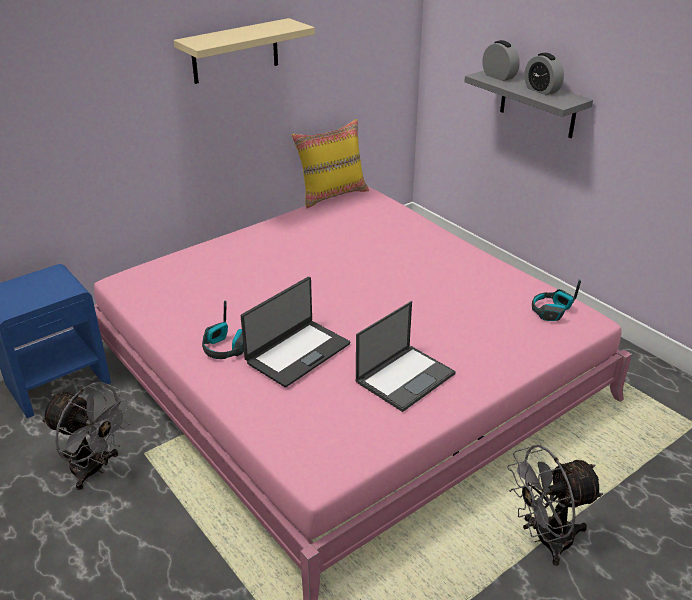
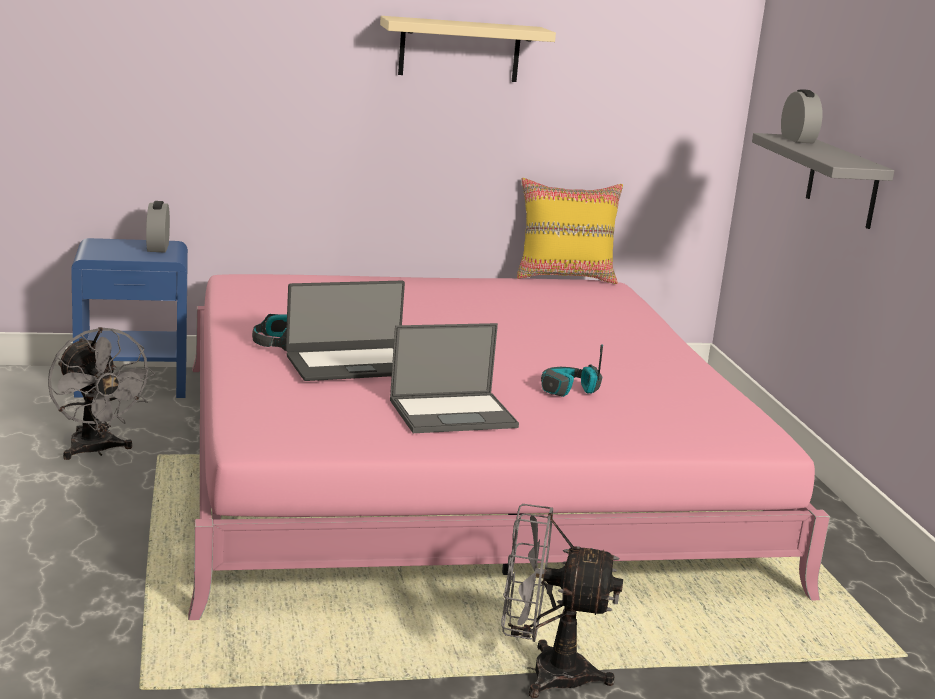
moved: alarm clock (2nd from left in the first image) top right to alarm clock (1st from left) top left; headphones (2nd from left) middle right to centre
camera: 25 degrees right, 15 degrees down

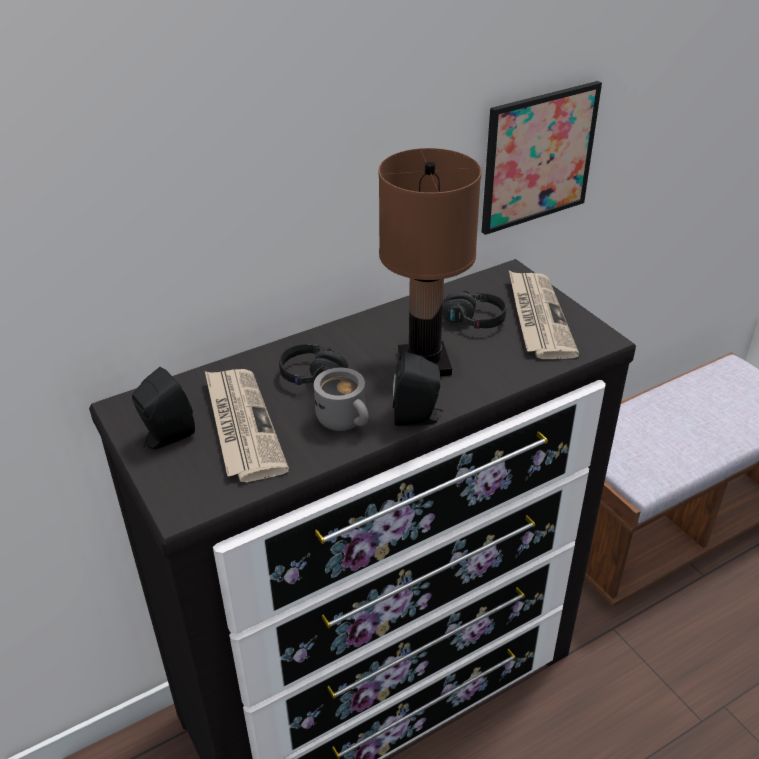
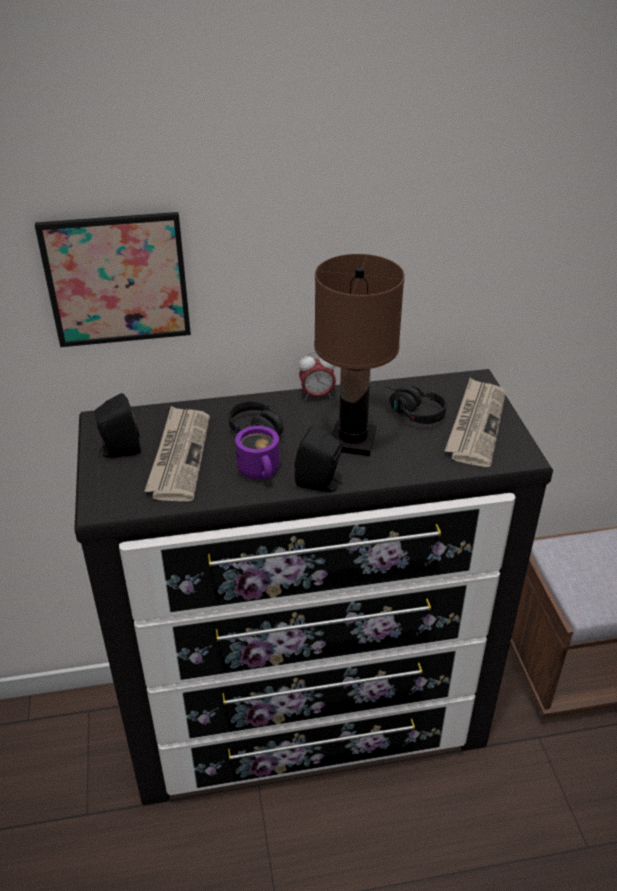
added: alarm clock centre
moved: picture top right to top left
recoloured: grey mug centre to purple mug centre
camera: 20 degrees right, 0 degrees up

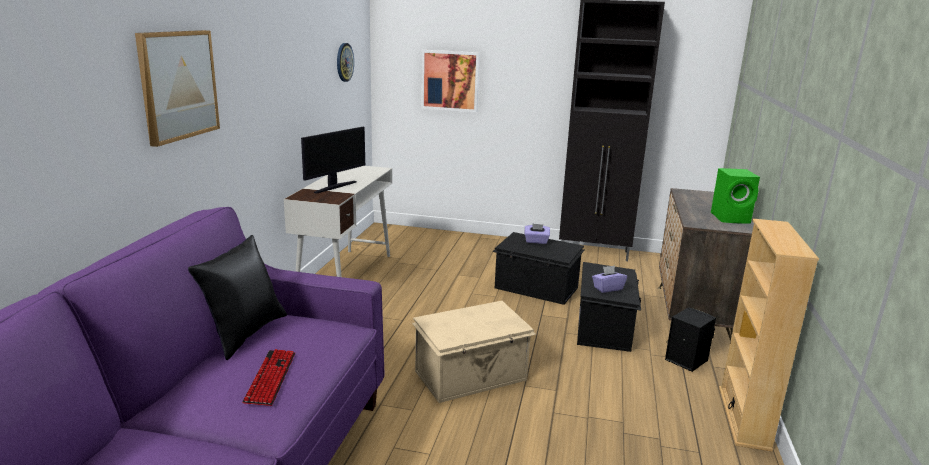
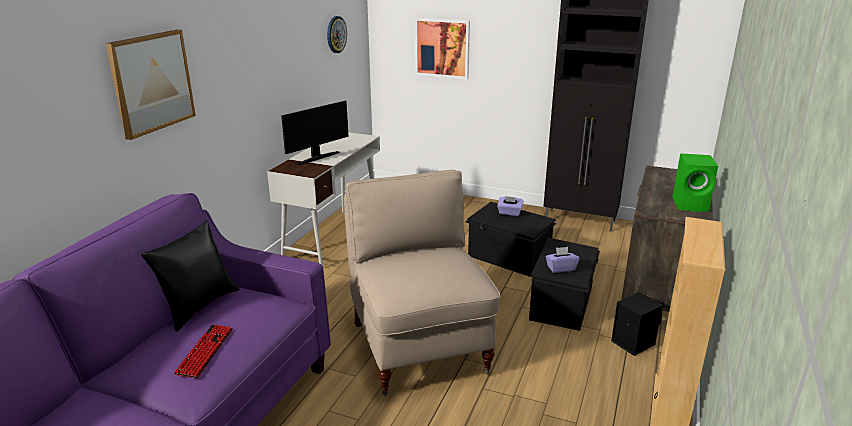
replaced: beige storage box bottom centre to beige chair centre
camera: 10 degrees right, 5 degrees up

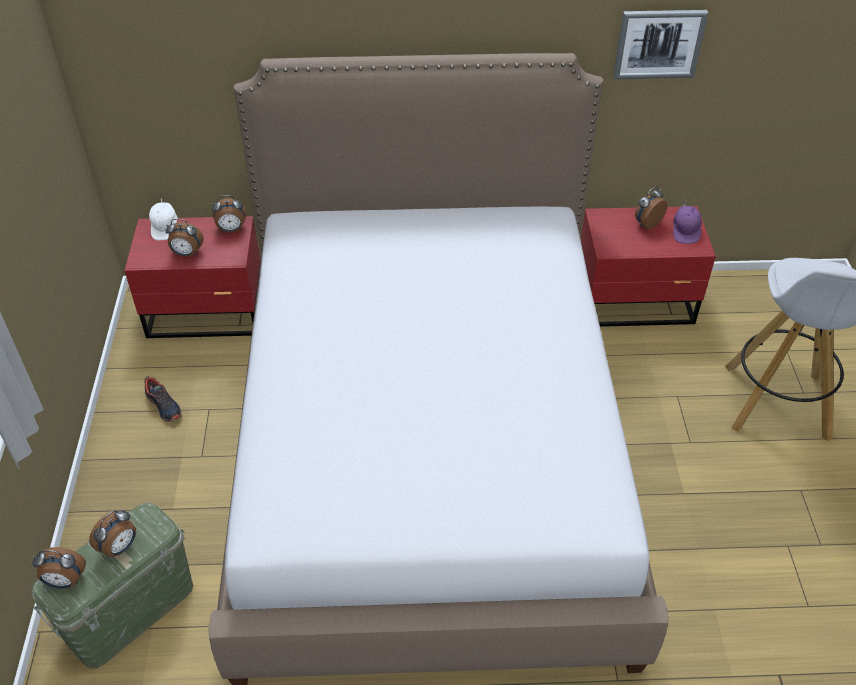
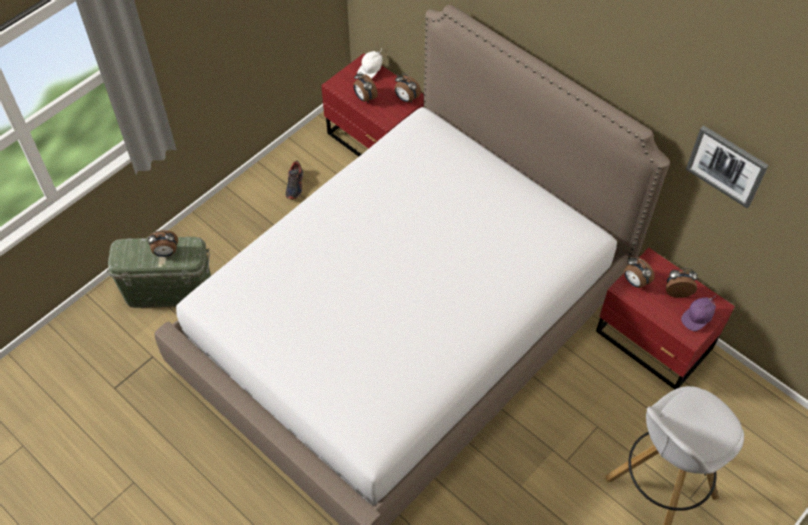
moved: alarm clock (1st from left in the first image) bottom left to alarm clock (4th from left) middle right
camera: 45 degrees right, 10 degrees up

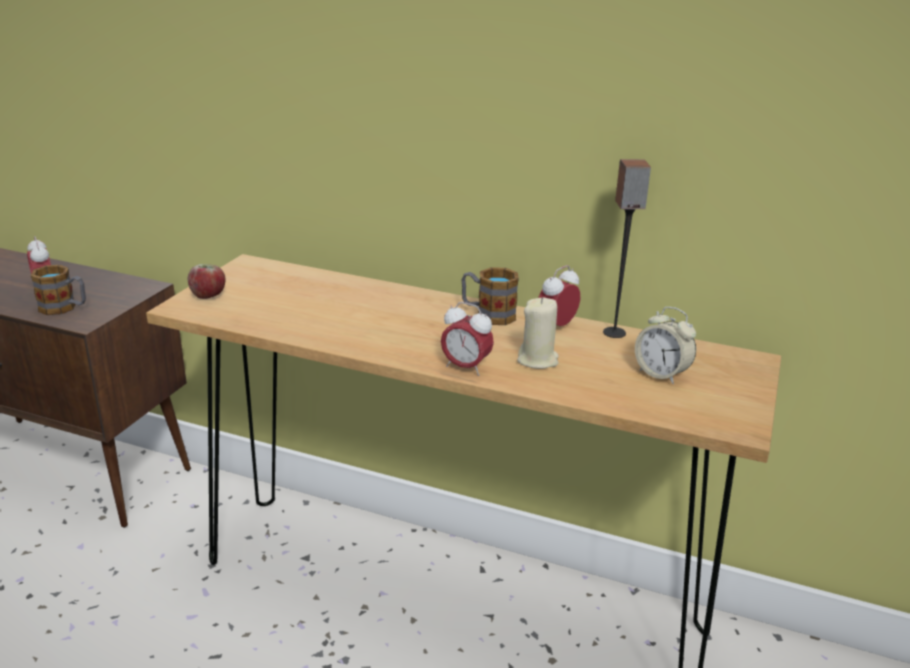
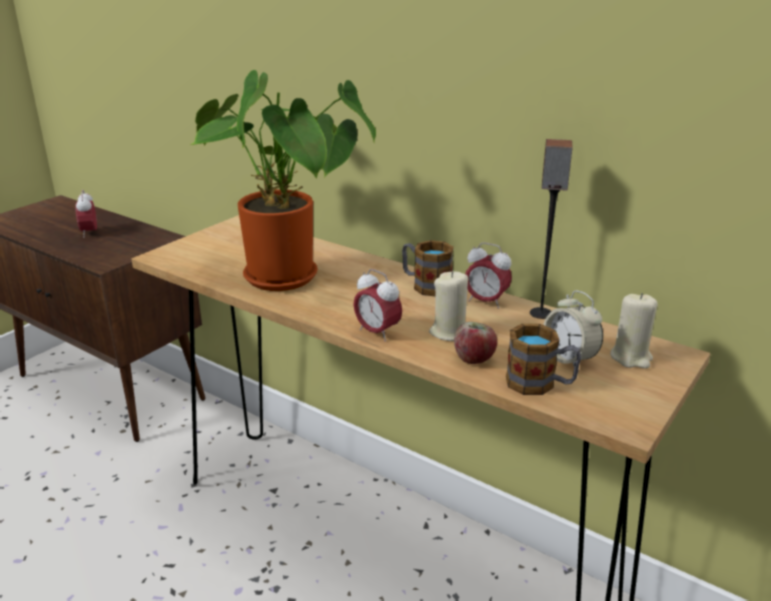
added: potted plant top centre; beige candle (2nd from left) middle right
moved: mug (1st from left in the first image) middle left to mug (2nd from left) middle right; apple middle left to centre
turned: alarm clock (3rd from left) centre = centre 120 degrees counterclockwise
camera: 15 degrees right, 0 degrees up

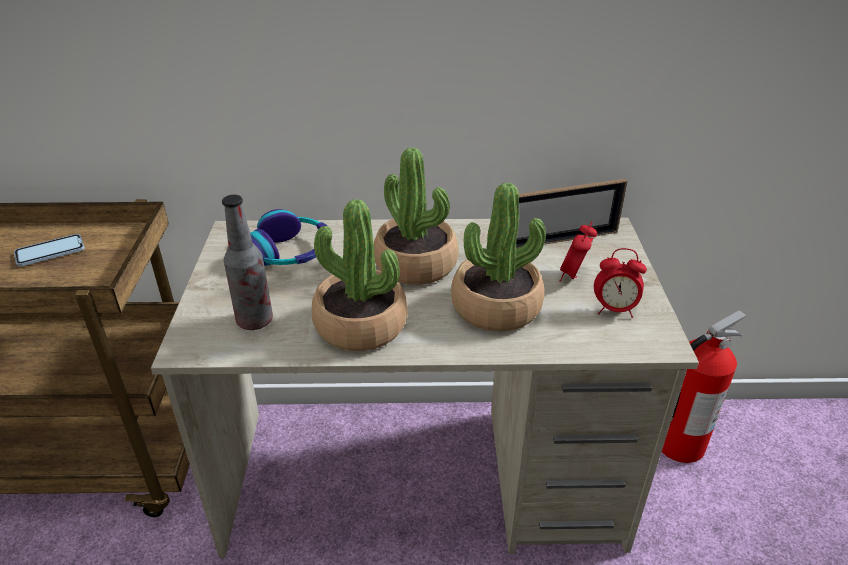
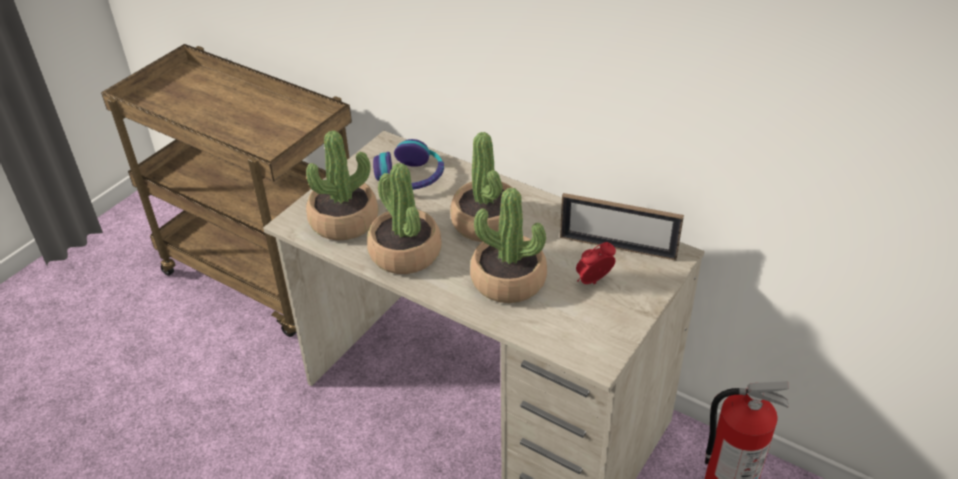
removed: phone middle left; alarm clock (2nd from left) middle right
replaced: bottle middle left to potted plant (1st from left) centre
camera: 35 degrees right, 5 degrees up

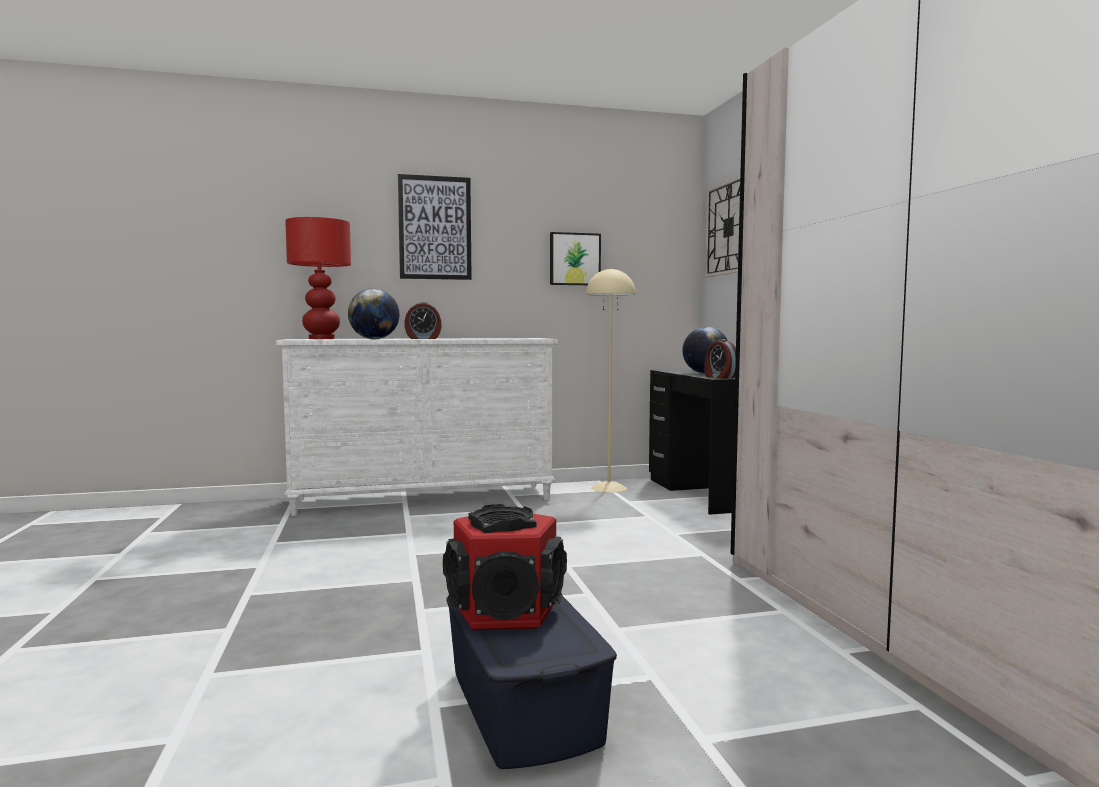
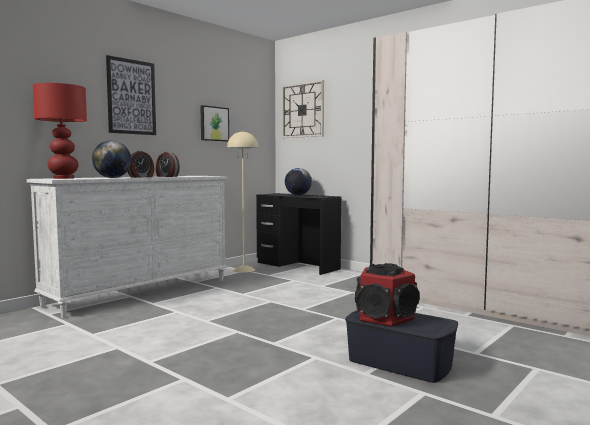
moved: alarm clock (2nd from left) centre to middle left
camera: 35 degrees left, 0 degrees up

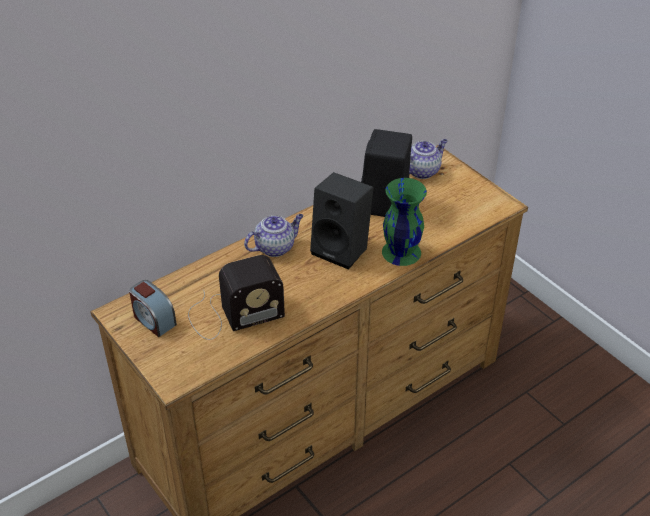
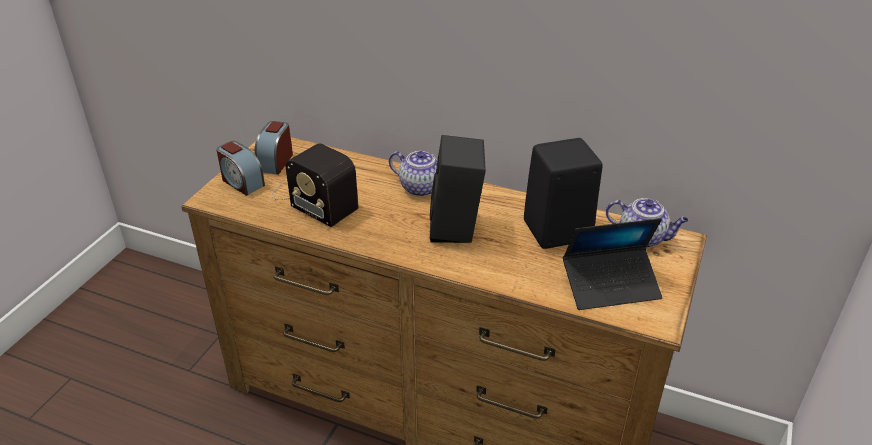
removed: green vase centre
added: alarm clock (1st from left) middle left; laptop middle right
camera: 60 degrees right, 5 degrees down

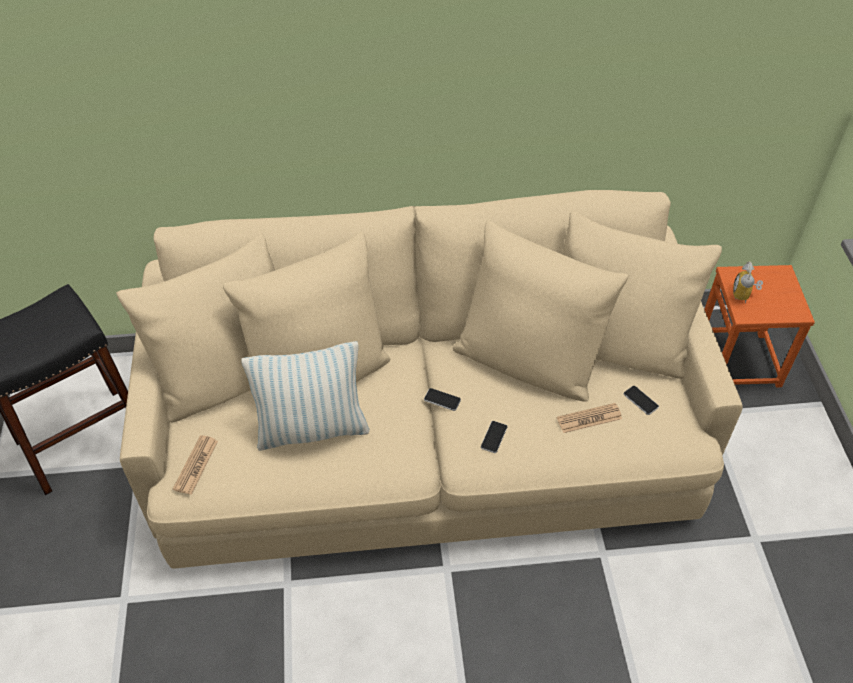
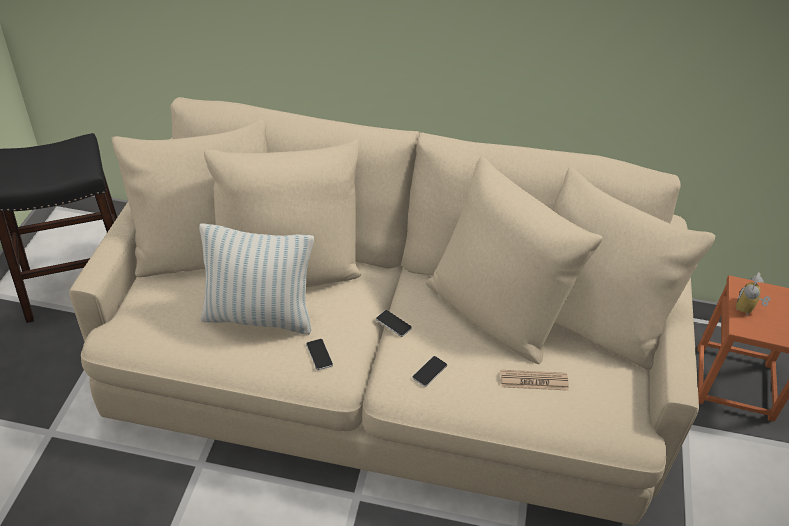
removed: newspaper (1st from left) bottom left
moved: phone (3rd from left in the first image) middle right to phone (1st from left) bottom centre
camera: 15 degrees right, 5 degrees down

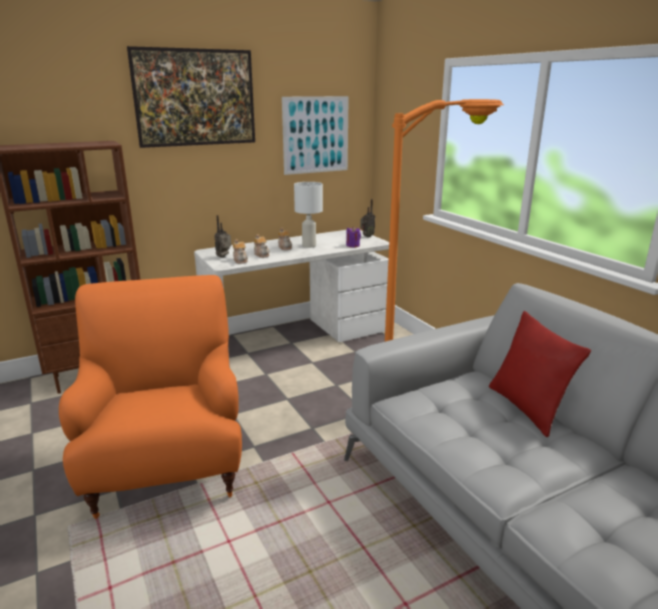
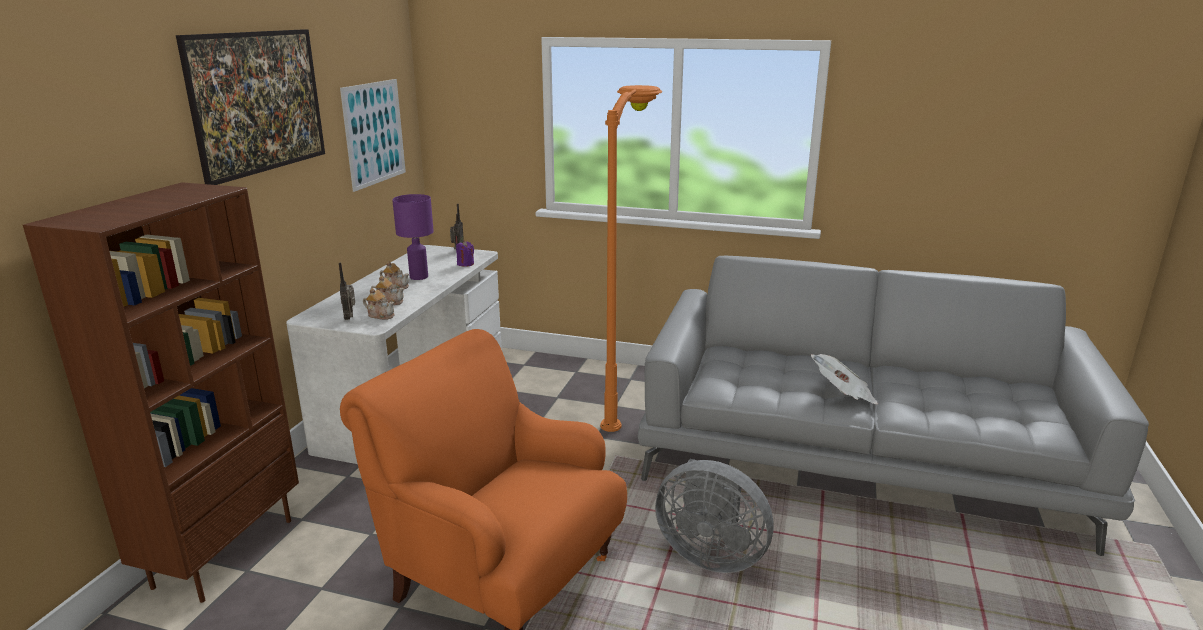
removed: red pillow middle right
added: grey fan bottom centre; newspaper middle right
recoloured: white table lamp centre to purple table lamp centre
camera: 45 degrees left, 0 degrees up

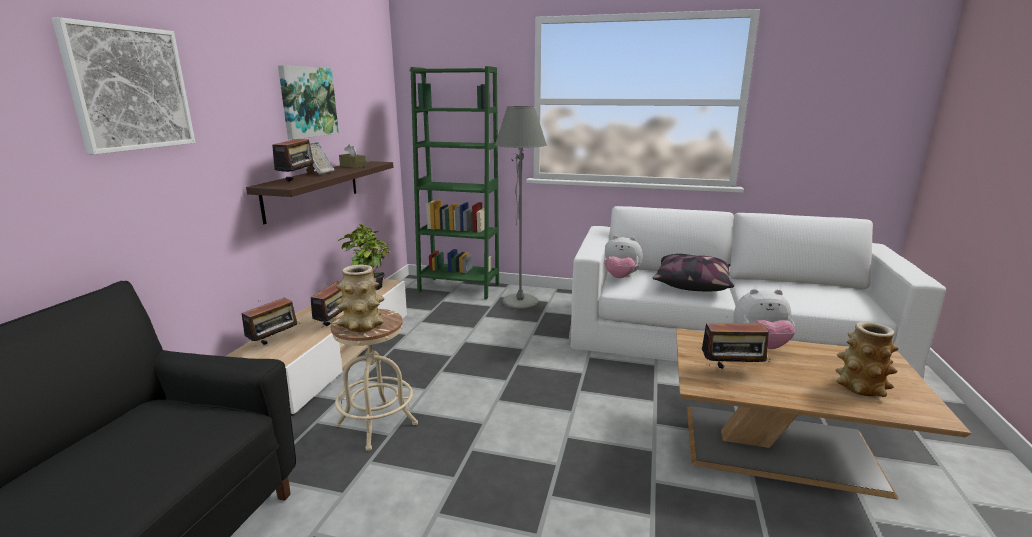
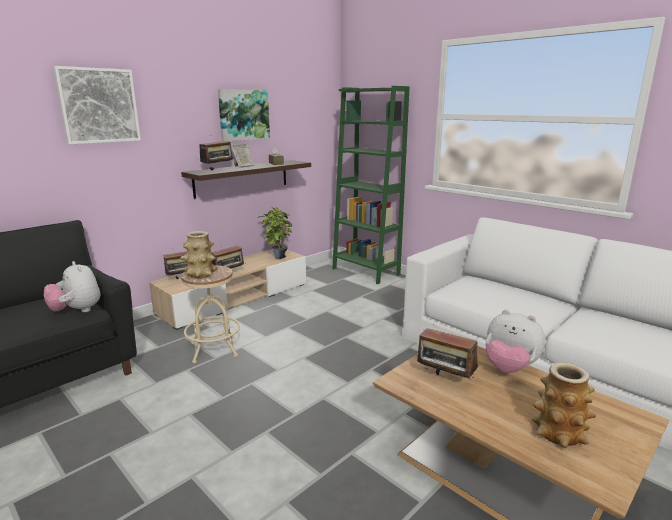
removed: grey floor lamp centre; pillow middle right
moved: plush toy (1st from left) centre to middle left
camera: 30 degrees right, 0 degrees up

